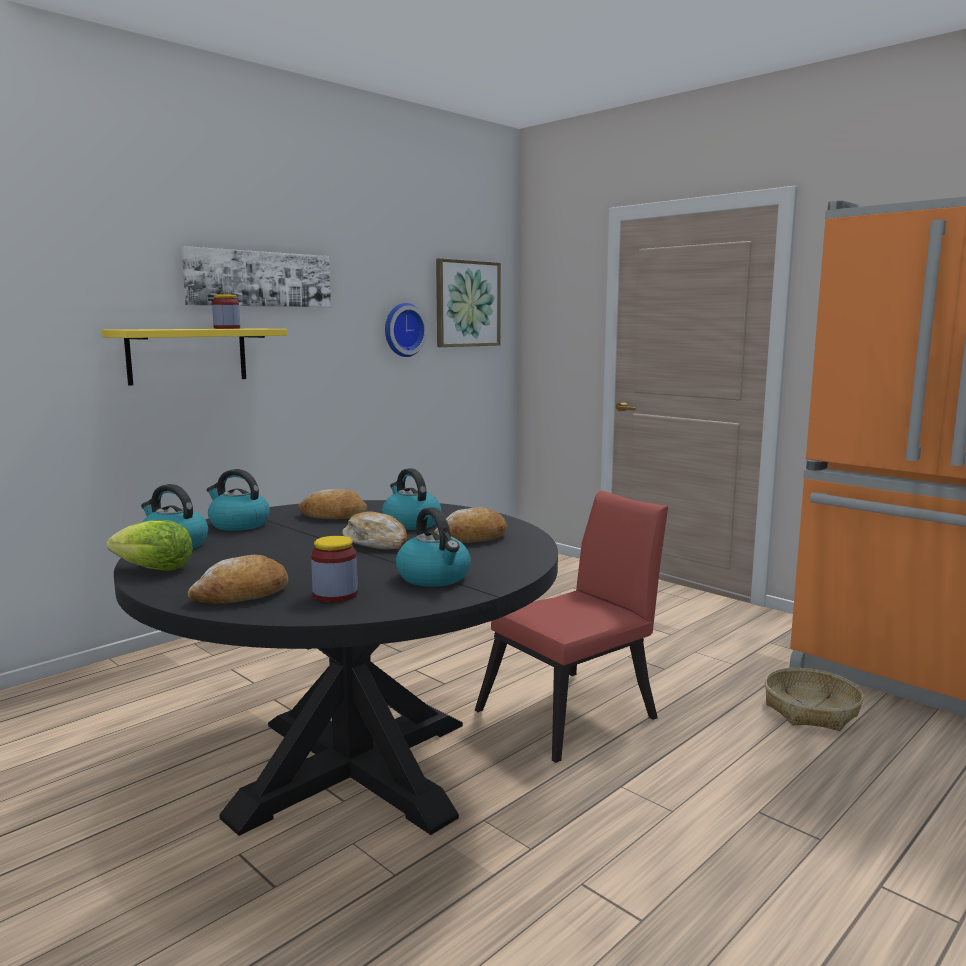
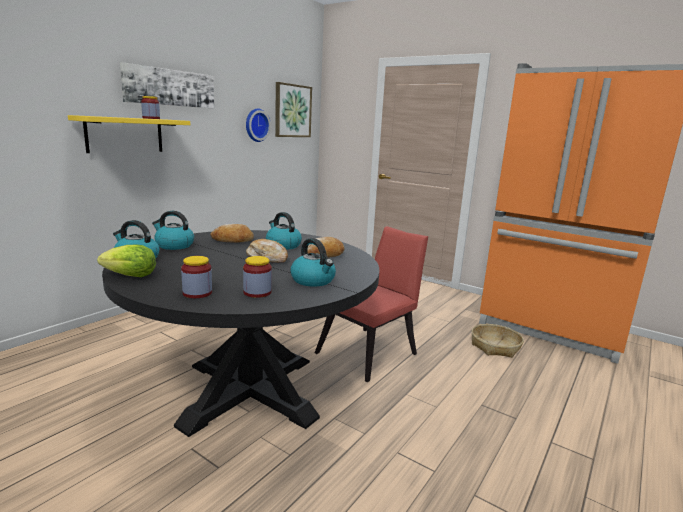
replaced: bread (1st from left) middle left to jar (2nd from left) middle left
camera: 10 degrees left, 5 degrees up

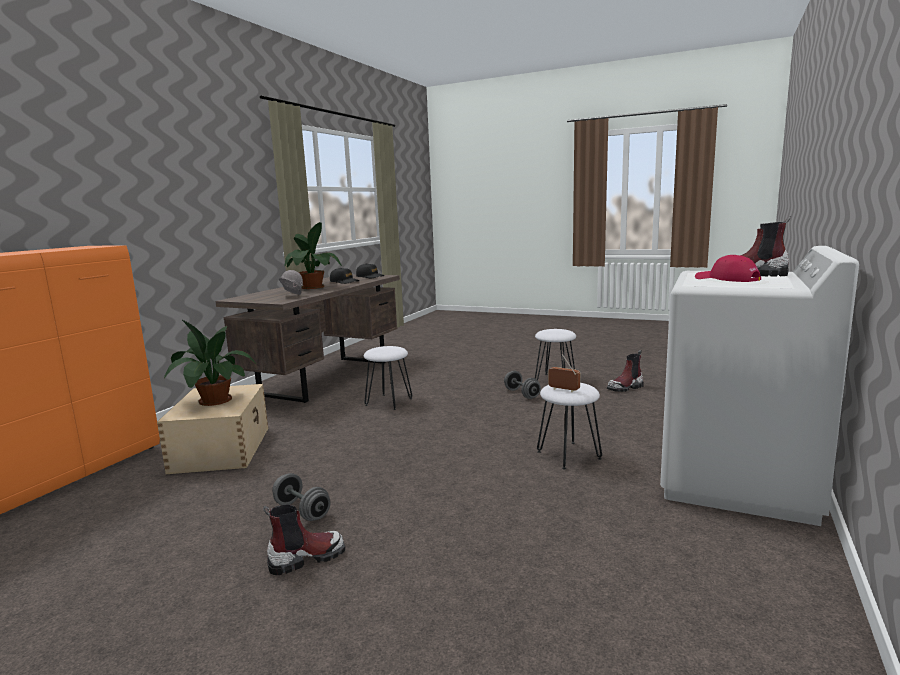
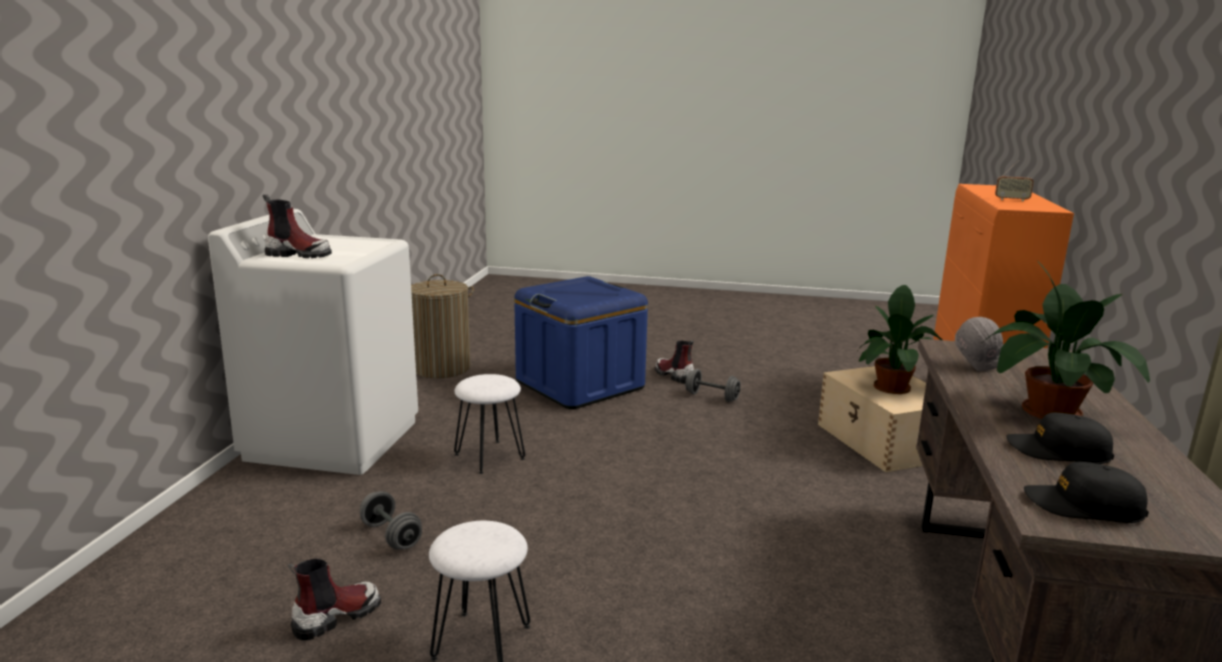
removed: white stool (1st from left) centre; red cap middle right
added: laundry basket centre; blue storage box centre
moved: grey dumbbell (2nd from left in the first image) centre to grey dumbbell (1st from left) bottom left; radio centre to top right
turned: boot (1st from left in the first image) bottom centre = centre 90 degrees clockwise
camera: 165 degrees right, 5 degrees up

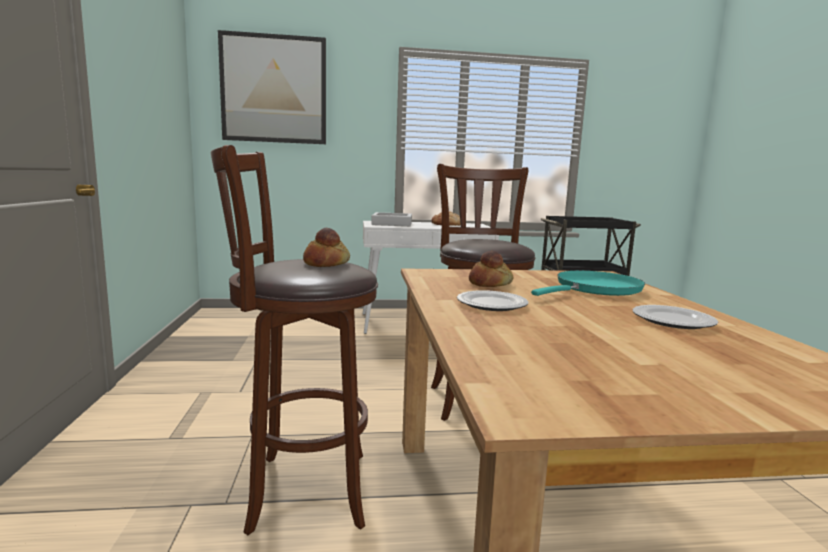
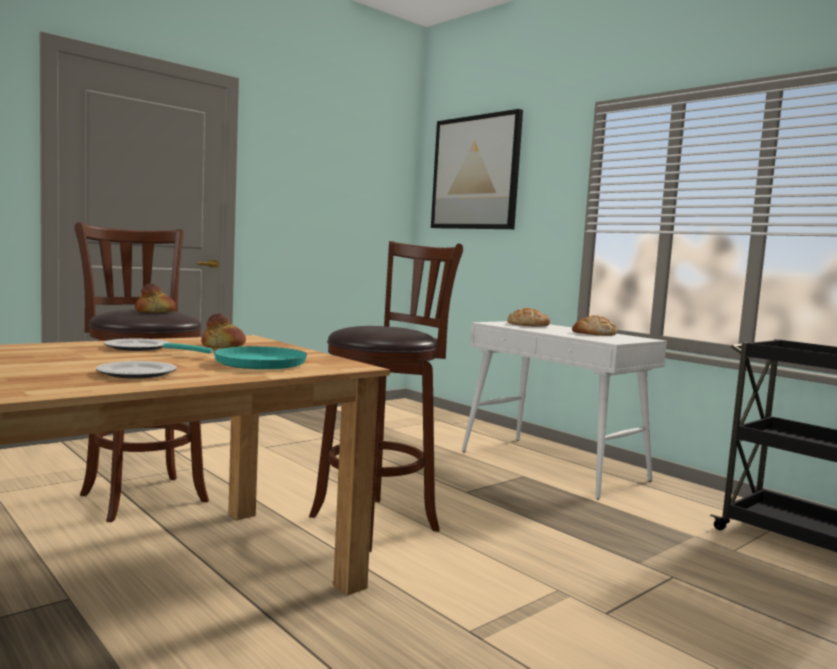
replaced: grey tray centre to bread (3rd from left) centre
camera: 55 degrees right, 5 degrees down

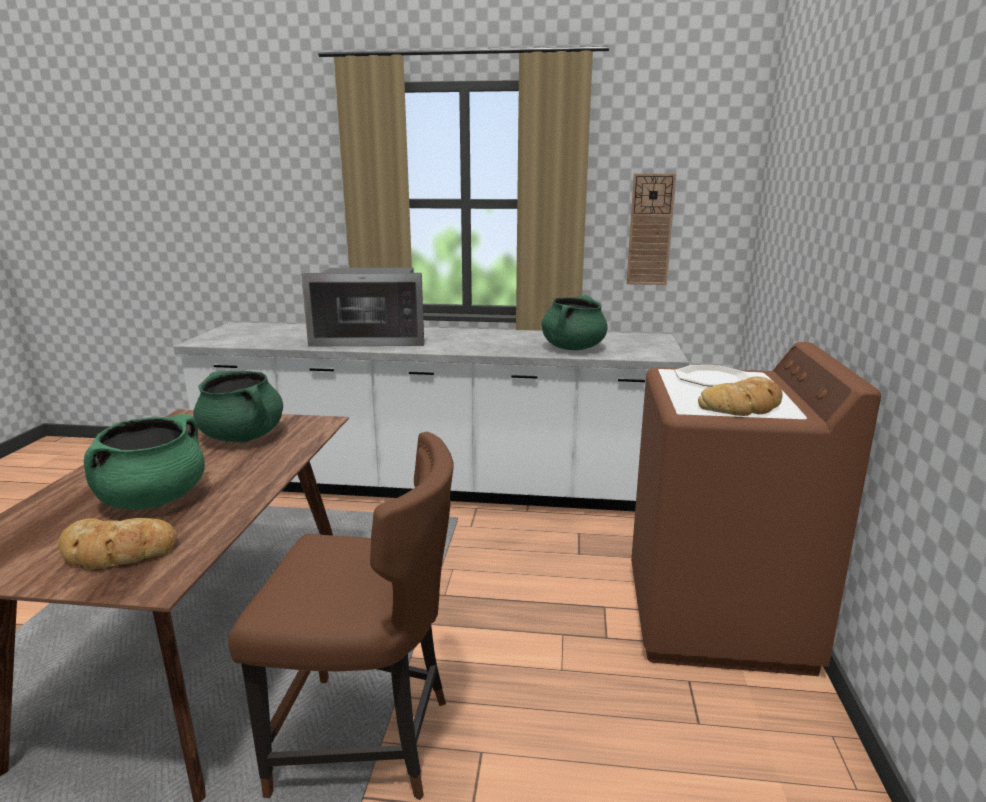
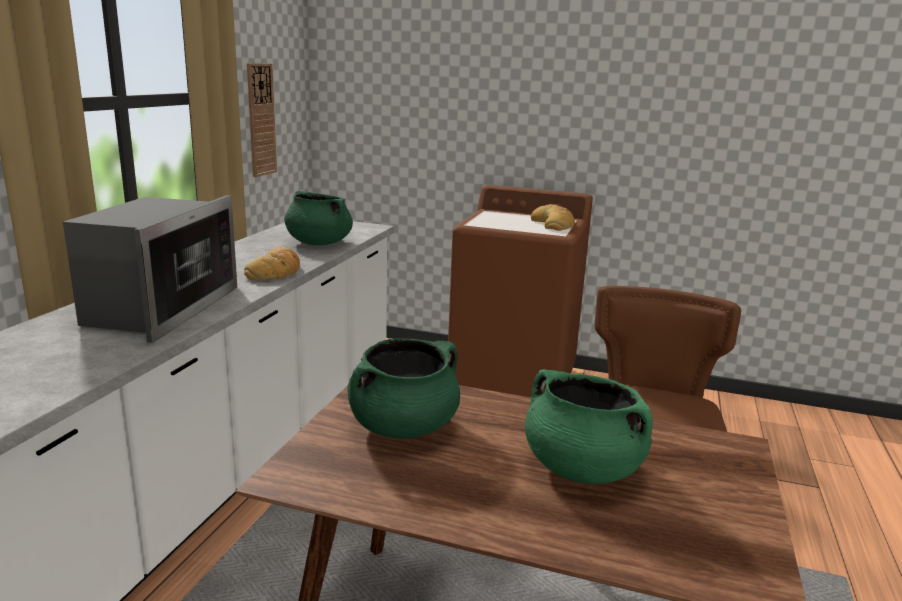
removed: plate middle right
moved: bread (1st from left) bottom left to middle left
camera: 80 degrees left, 0 degrees up

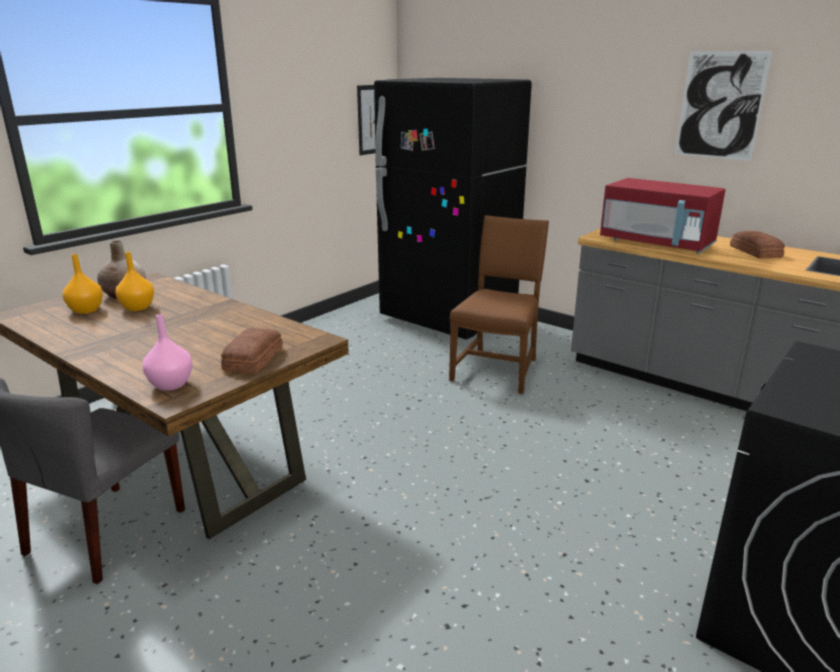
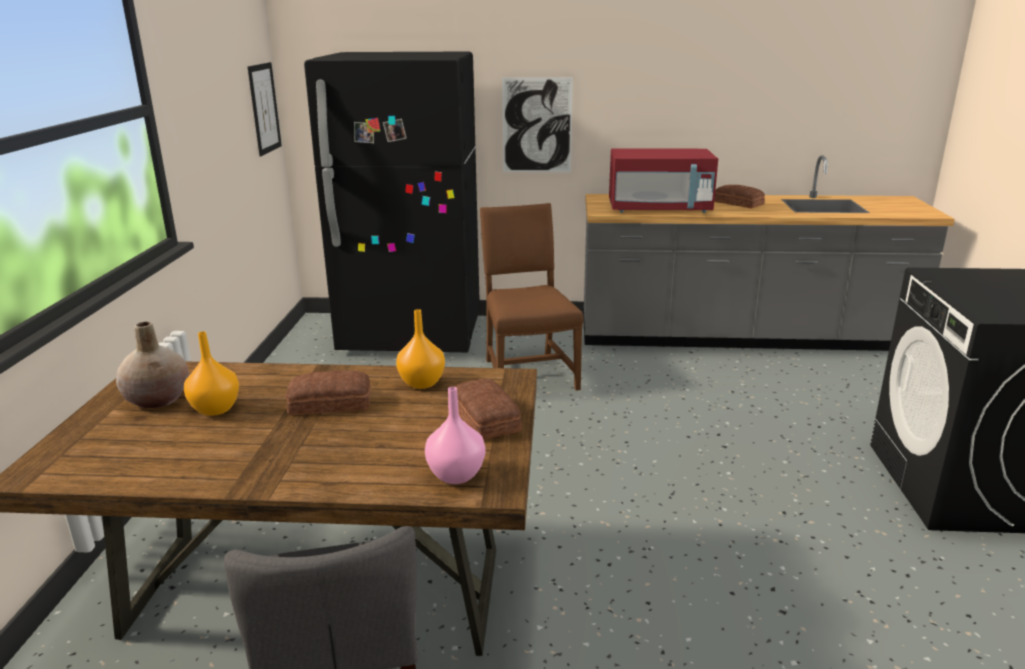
added: bread (1st from left) middle left
moved: orange vase (1st from left in the first image) middle left to orange vase (2nd from left) centre; picture (2nd from left) top right to top centre
camera: 35 degrees left, 0 degrees up

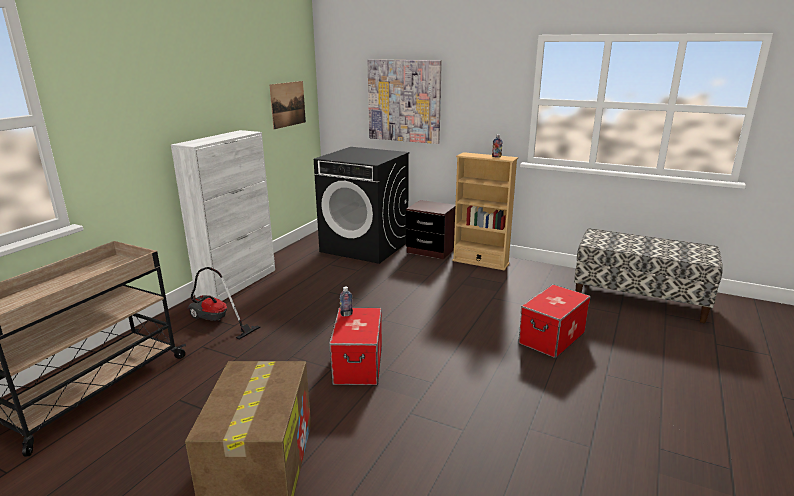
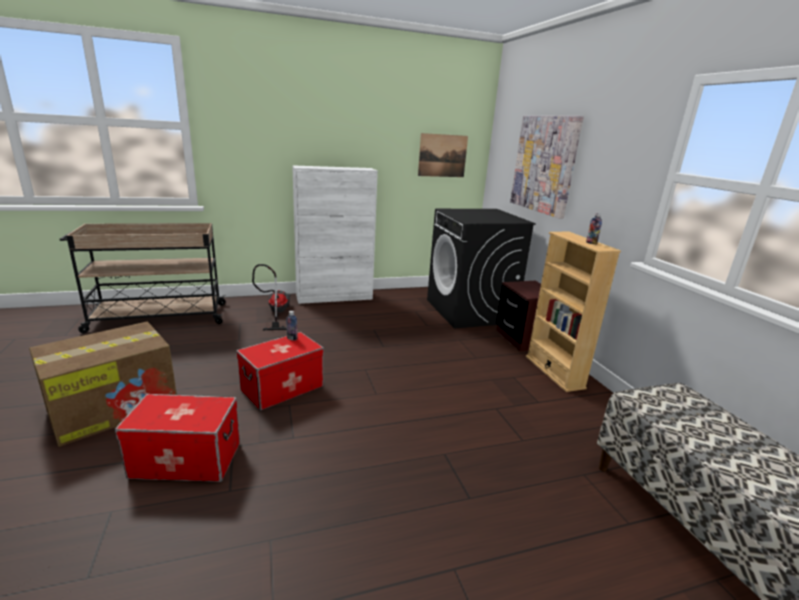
moved: storage box (2nd from left in the first image) middle right to storage box (1st from left) bottom left
camera: 45 degrees right, 0 degrees up

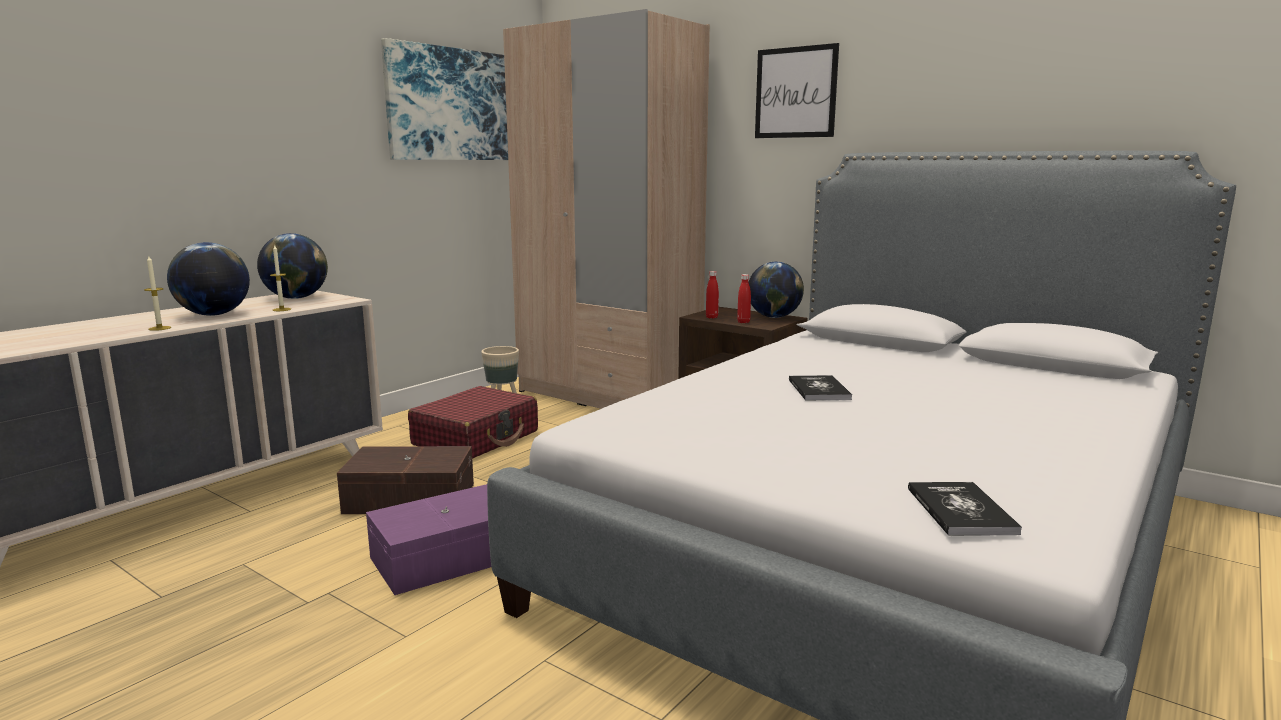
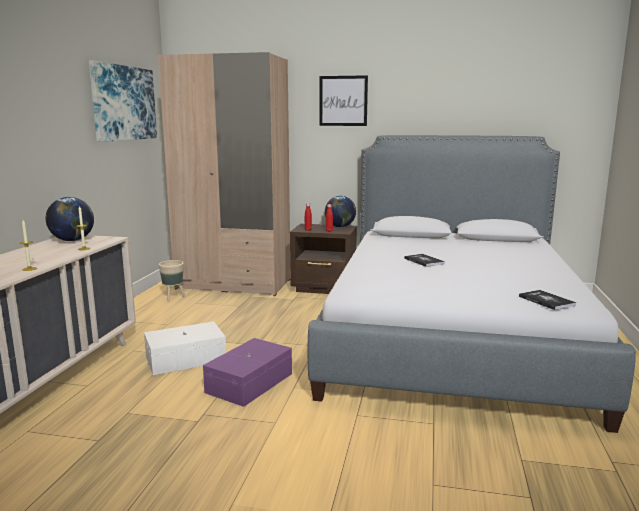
removed: globe (1st from left) middle left; red suitcase centre
recoloured: brown storage box bottom left to white storage box bottom left
camera: 25 degrees left, 0 degrees up

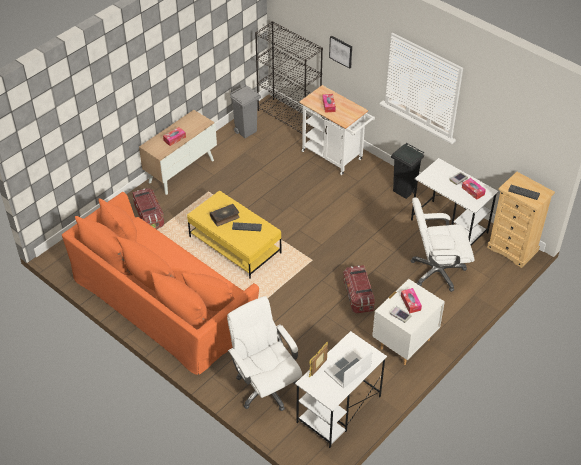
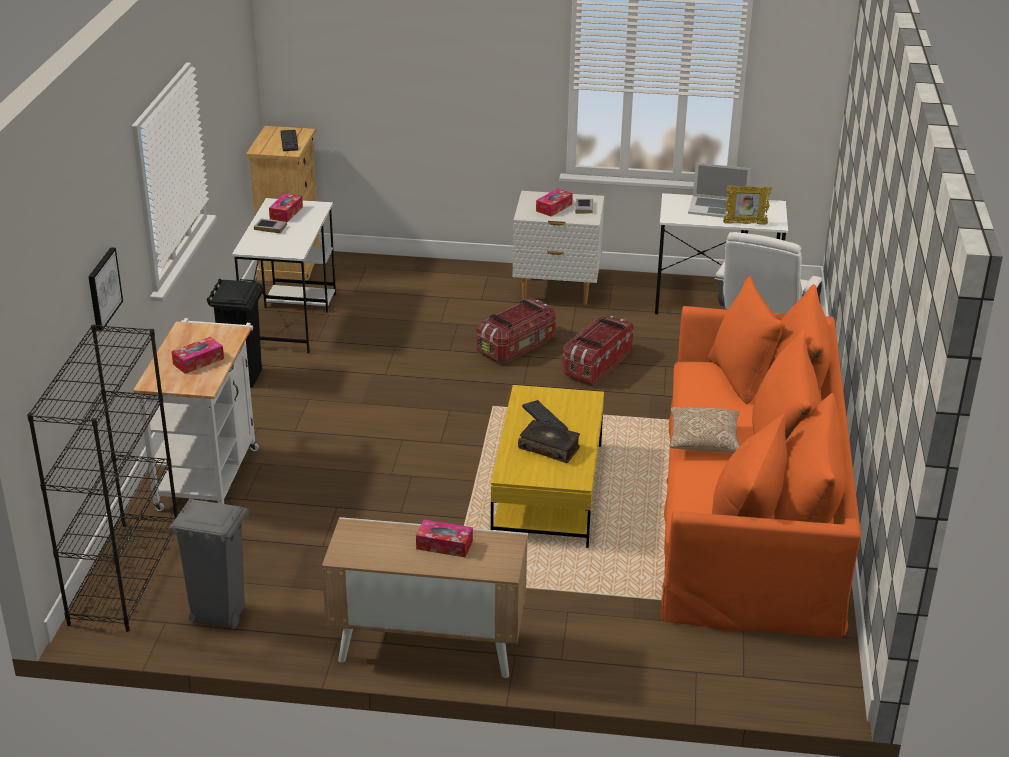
removed: white office chair (2nd from left) middle right
added: pillow middle right
moved: storage box (1st from left in the first image) middle left to storage box (2nd from left) centre
camera: 125 degrees left, 15 degrees down

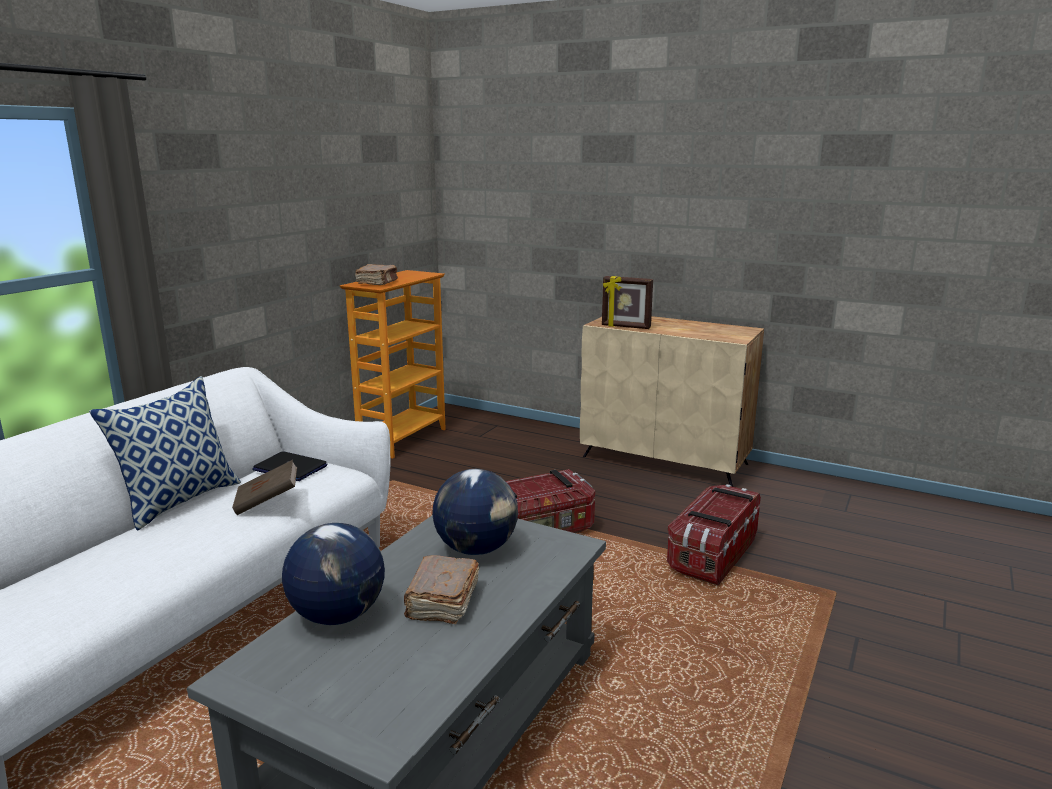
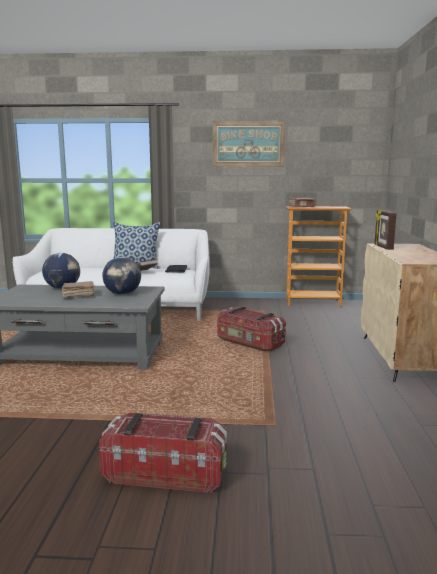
added: picture top centre
moved: storage box (2nd from left in the first image) bottom right to storage box (1st from left) bottom centre
camera: 65 degrees right, 5 degrees down

